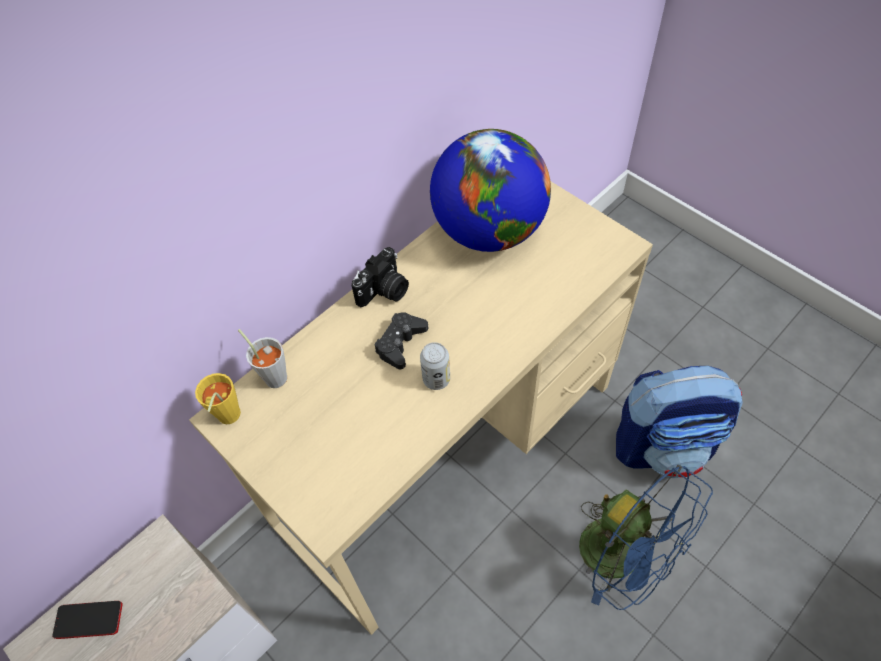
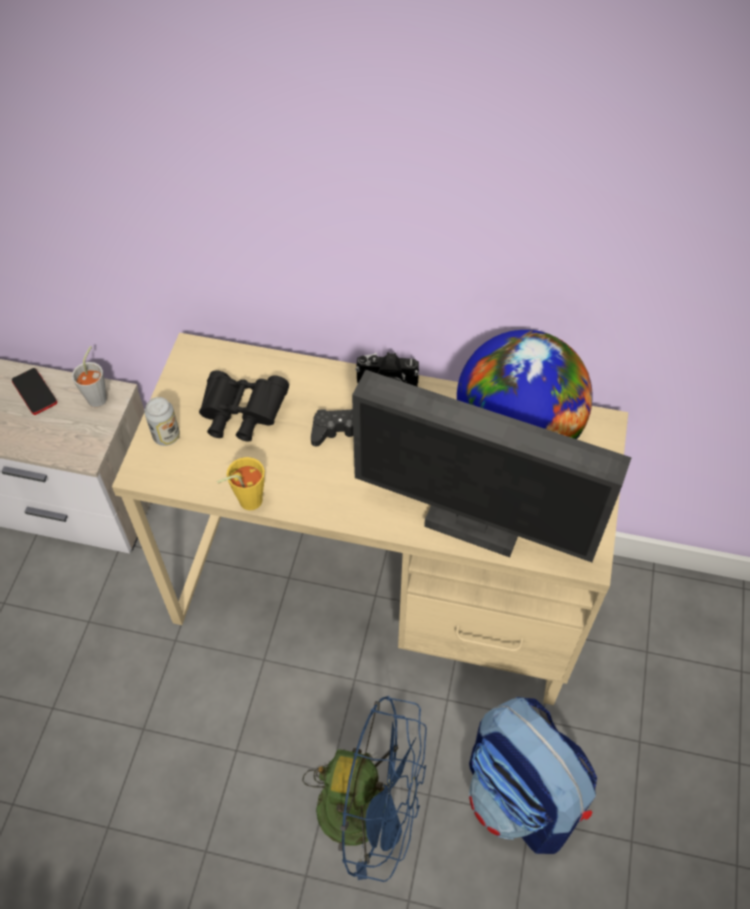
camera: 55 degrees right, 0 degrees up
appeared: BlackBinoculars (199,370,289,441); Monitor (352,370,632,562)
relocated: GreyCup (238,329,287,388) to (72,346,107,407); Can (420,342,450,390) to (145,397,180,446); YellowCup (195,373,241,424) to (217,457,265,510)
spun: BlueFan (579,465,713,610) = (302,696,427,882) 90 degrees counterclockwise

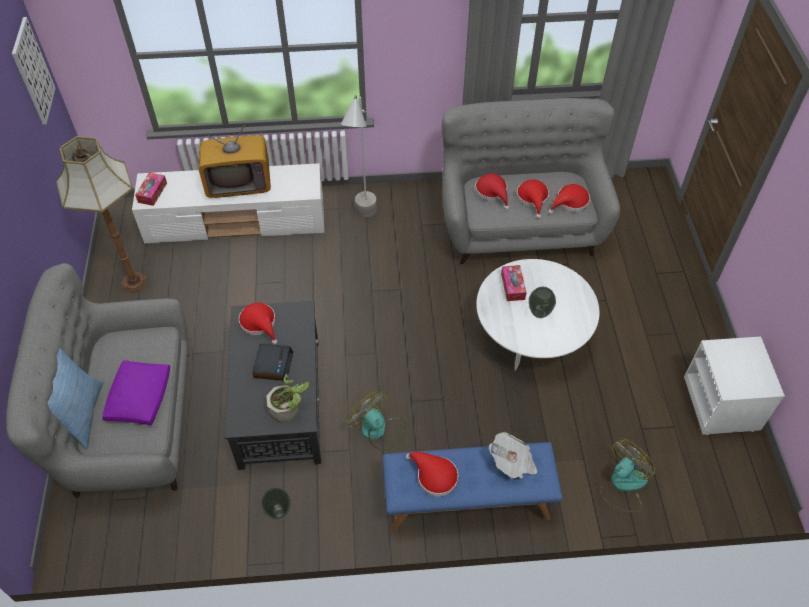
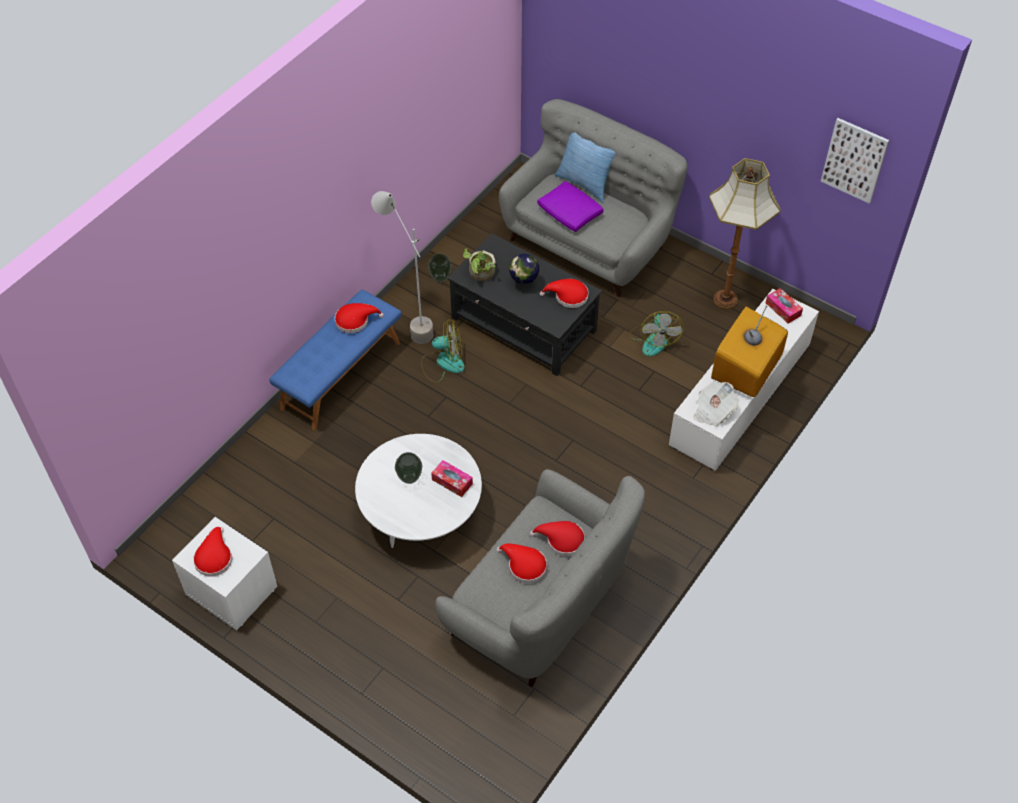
camera: 130 degrees right, 0 degrees up
relocated: RedHat (548,184,590,214) to (193,527,232,577); GreyFloorLamp (341,95,377,217) to (371,191,434,344); Fan (600,438,655,512) to (629,311,684,356); Newspaper (489,432,537,479) to (693,381,738,427)
exchanged: AlarmClock (252,343,293,381) to Globe (509,254,539,289)

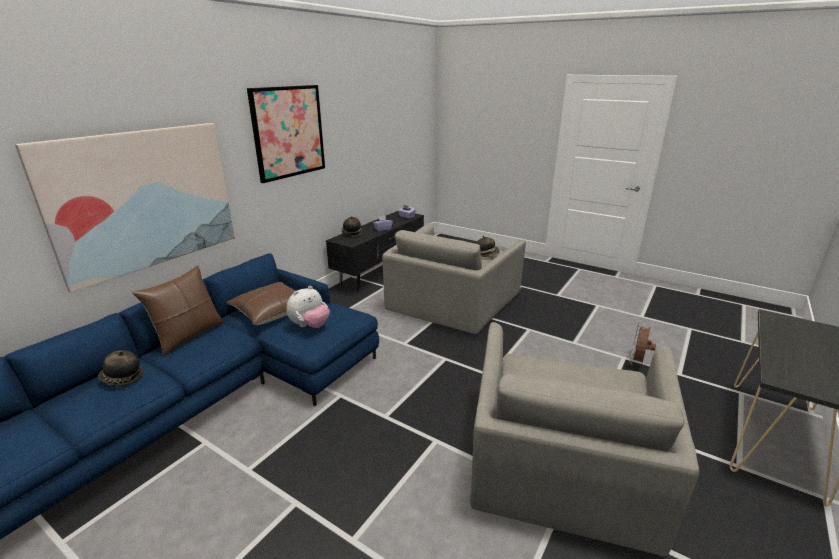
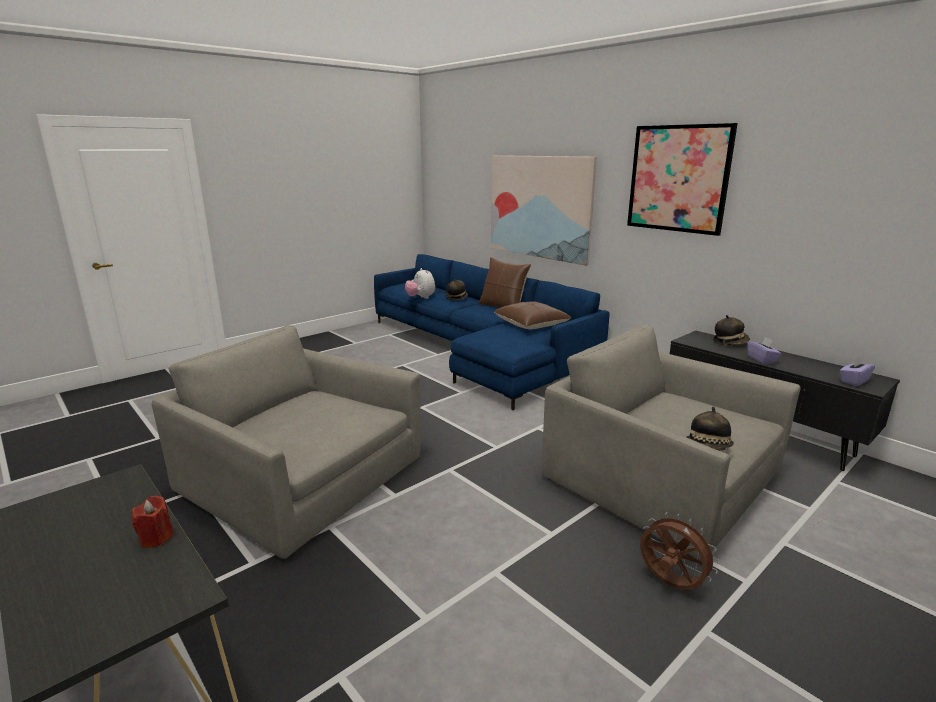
camera: 105 degrees right, 5 degrees down
appeared: RedCandle (132,496,173,548)
relocated: PlushToy (286,286,330,328) to (405,268,435,299); BrownFan (630,322,656,364) to (640,512,720,590)

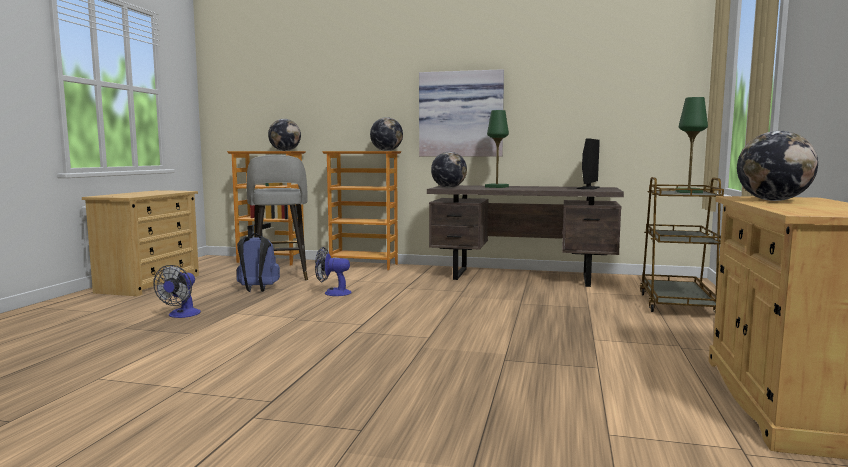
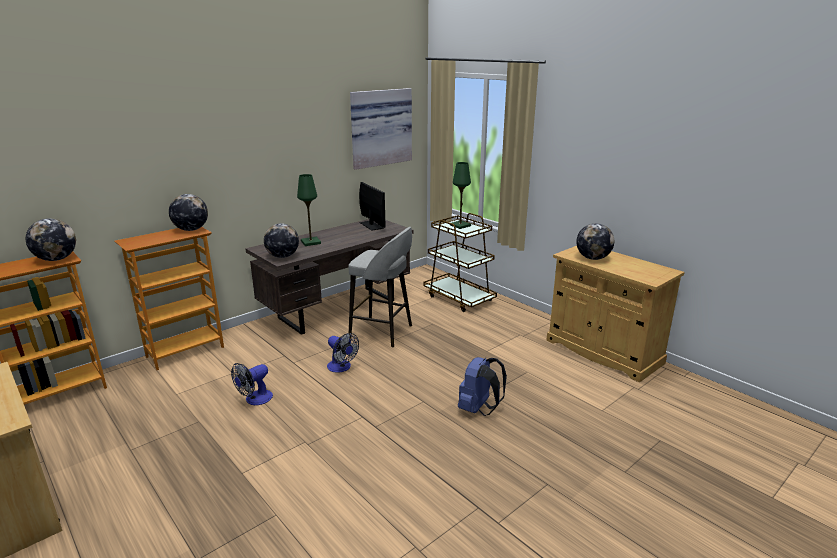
camera: 55 degrees left, 15 degrees up
relocated: Fan (153,265,201,318) to (327,333,359,373); GreyStool (247,155,308,281) to (349,227,412,348); Picture (419,69,504,156) to (350,88,412,170); BlueBackpack (237,233,280,292) to (458,357,507,416)

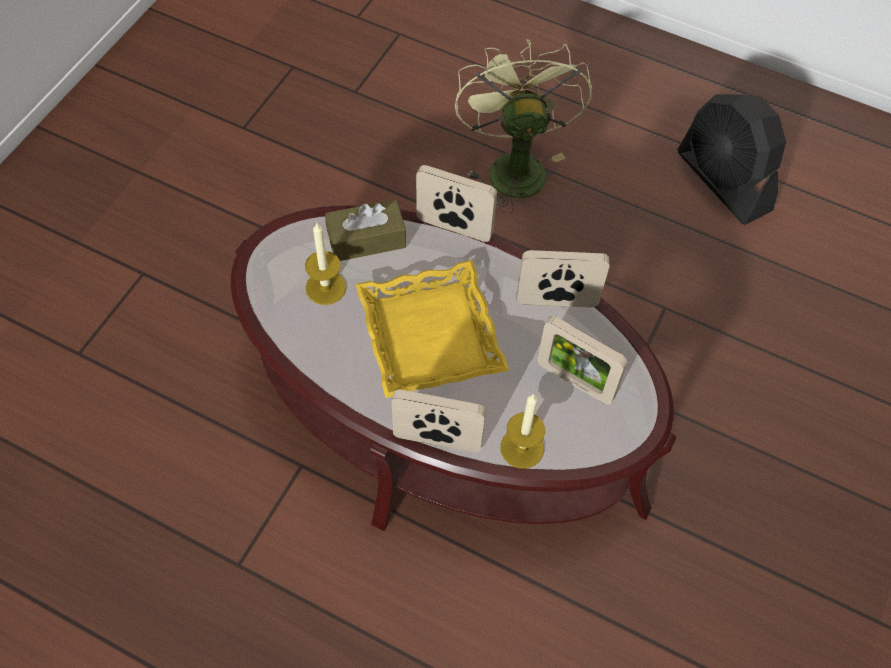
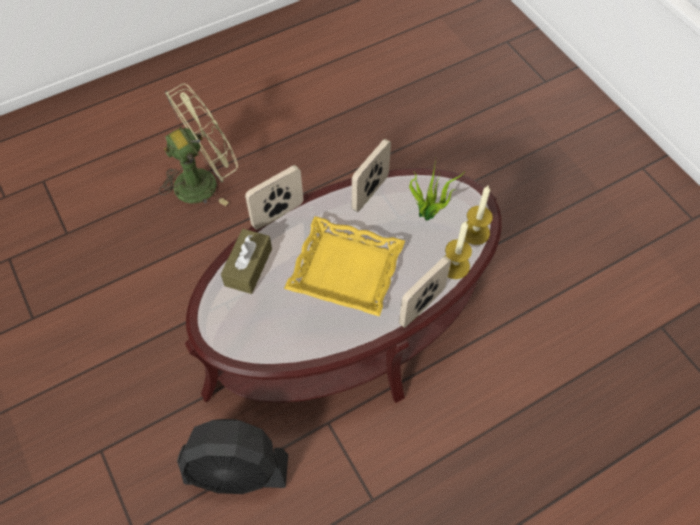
camera: 55 degrees left, 0 degrees up
relocated: BlackFan (677,94,786,225) to (177,419,288,494); Candle (305,223,346,305) to (465,186,493,245)
exchanged: PictureFrame (537,316,628,405) to PottedPlant (409,159,466,221)
spun: GreenFan (455,38,592,213) = (159,83,238,206) 120 degrees clockwise

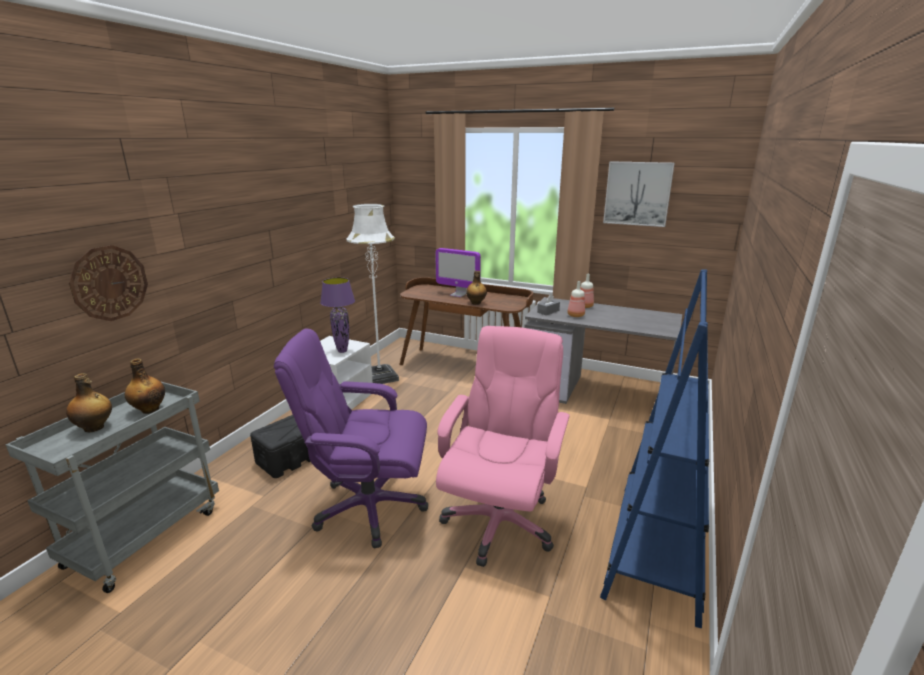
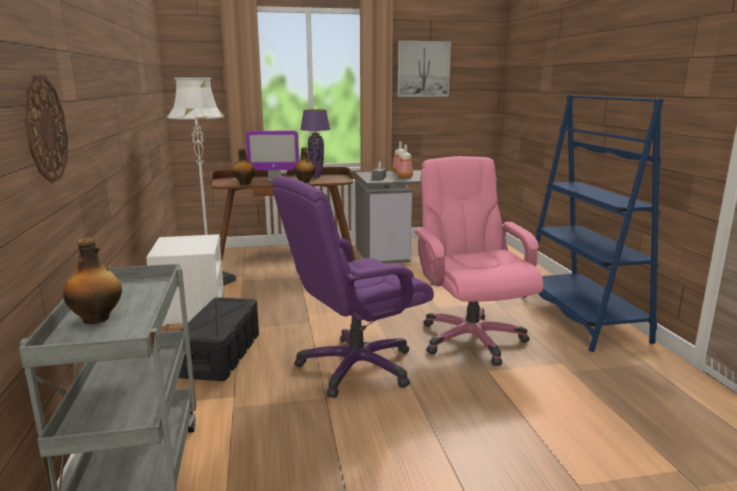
camera: 35 degrees left, 5 degrees down
relocated: Bottle (125,359,165,414) to (233,148,255,185); PurpleTableLamp (320,277,355,353) to (300,109,331,178)

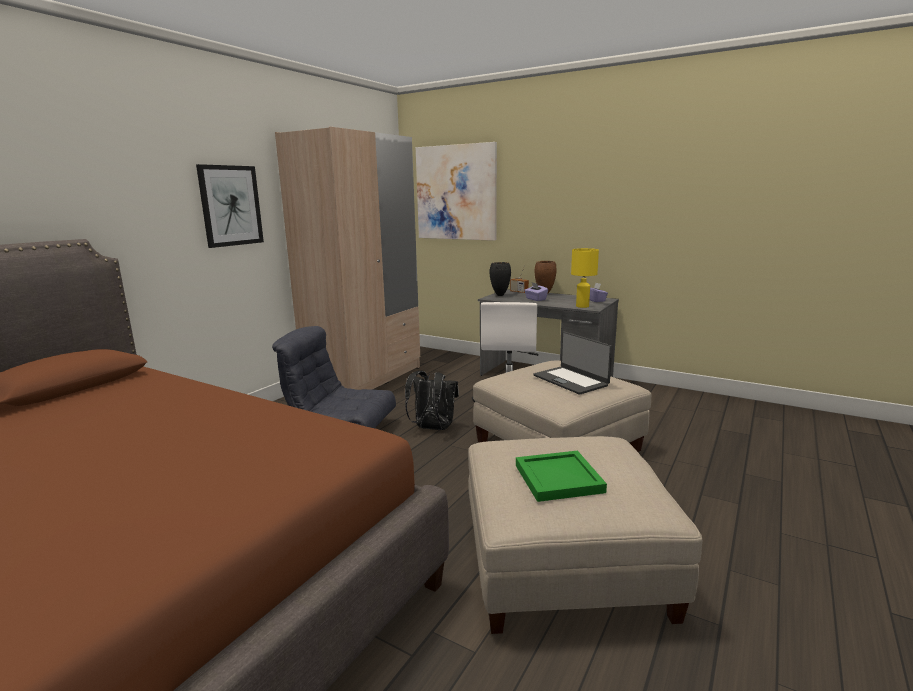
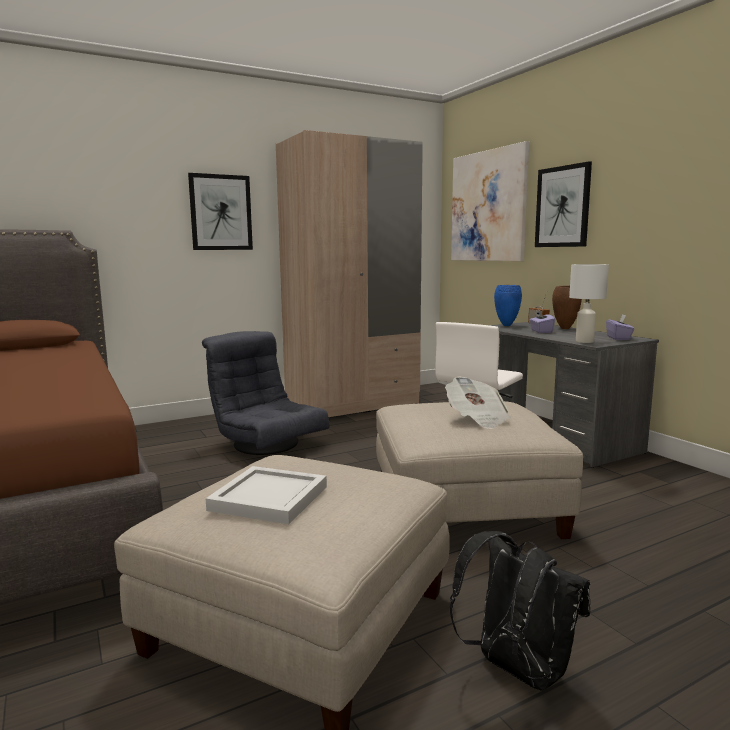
camera: 30 degrees right, 5 degrees down
appeared: Picture (535,161,592,247)
relocated: BlackBackpack (405,371,459,430) to (450,531,590,691)
exchanged: Laptop (533,331,612,395) to Newspaper (445,376,511,429)
colour: GreenTray (516,450,607,502) to WhiteTray (206,466,327,524); BlackVase (489,262,511,296) to BlueVase (494,285,522,326); YellowTableLamp (571,248,599,308) to WhiteTableLamp (569,264,609,343)

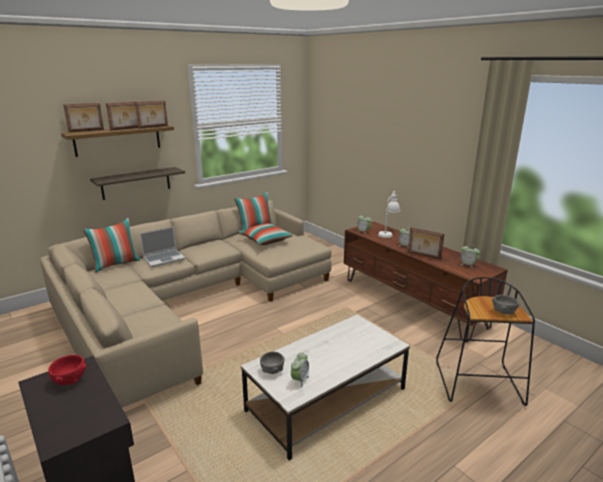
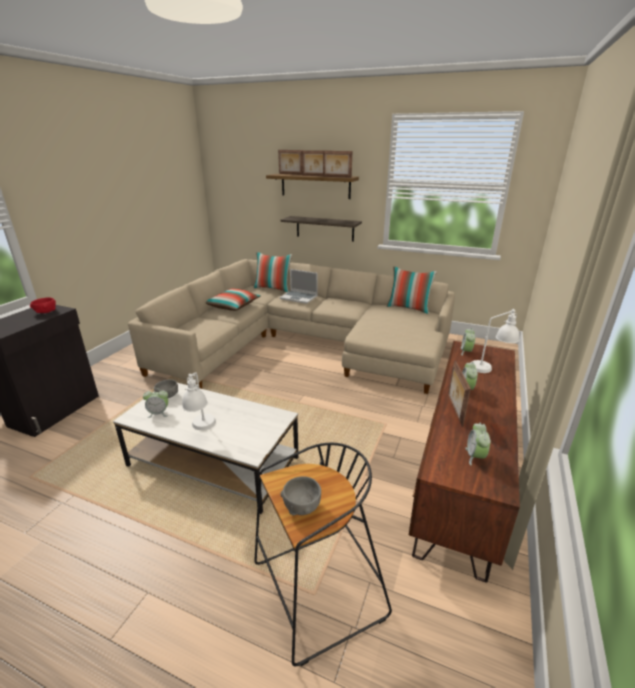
camera: 60 degrees right, 5 degrees up
appeared: WhiteTableLamp (182,372,216,430)
relocated: Pillow (239,223,293,245) to (206,289,261,311)

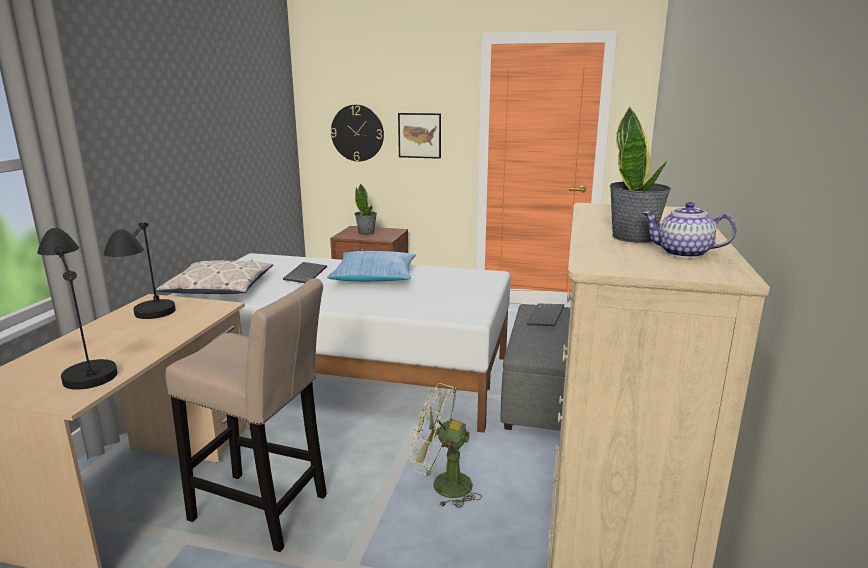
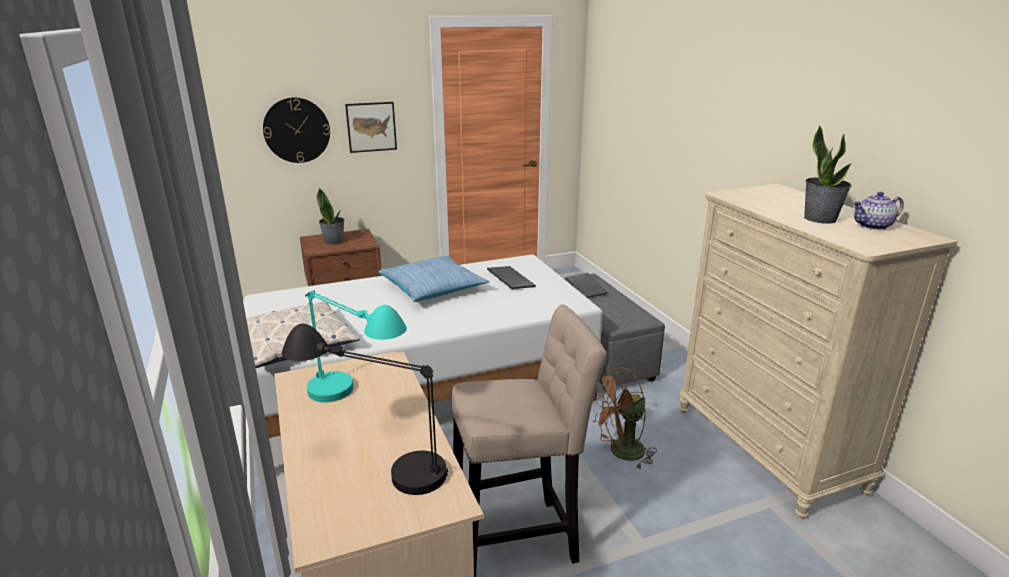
camera: 35 degrees left, 5 degrees up
relocated: Keyboard (283,262,327,283) to (487,266,536,289)
colour: BlackTableLamp (104,222,176,319) to TurquoiseTableLamp (305,290,407,402); GreenFan (410,383,482,508) to BrownFan (592,367,657,470)

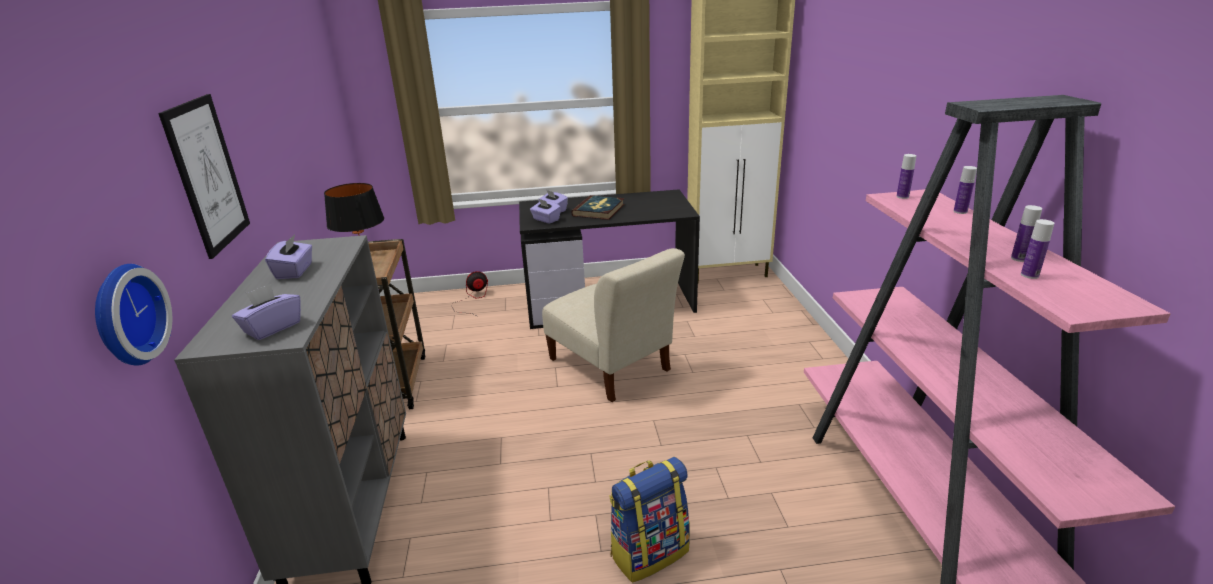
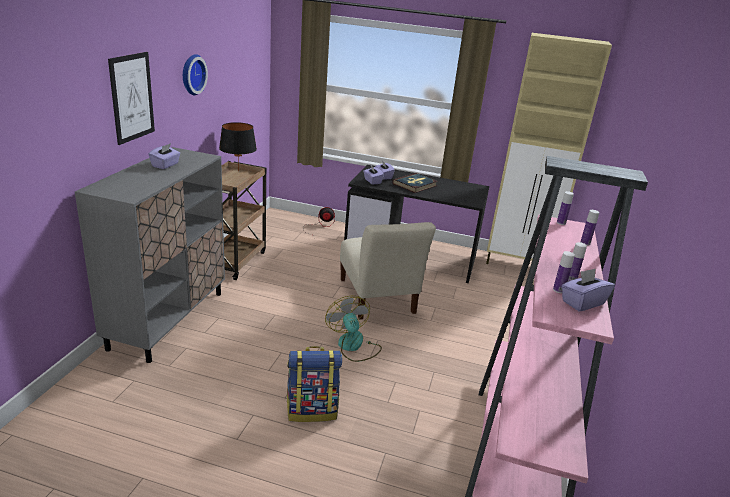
camera: 20 degrees right, 0 degrees up
appeared: Fan (325,296,382,362)
relocated: WallClock (95,264,172,366) to (183,54,208,95); PurpleTissueBox (232,284,301,340) to (561,268,615,311)

